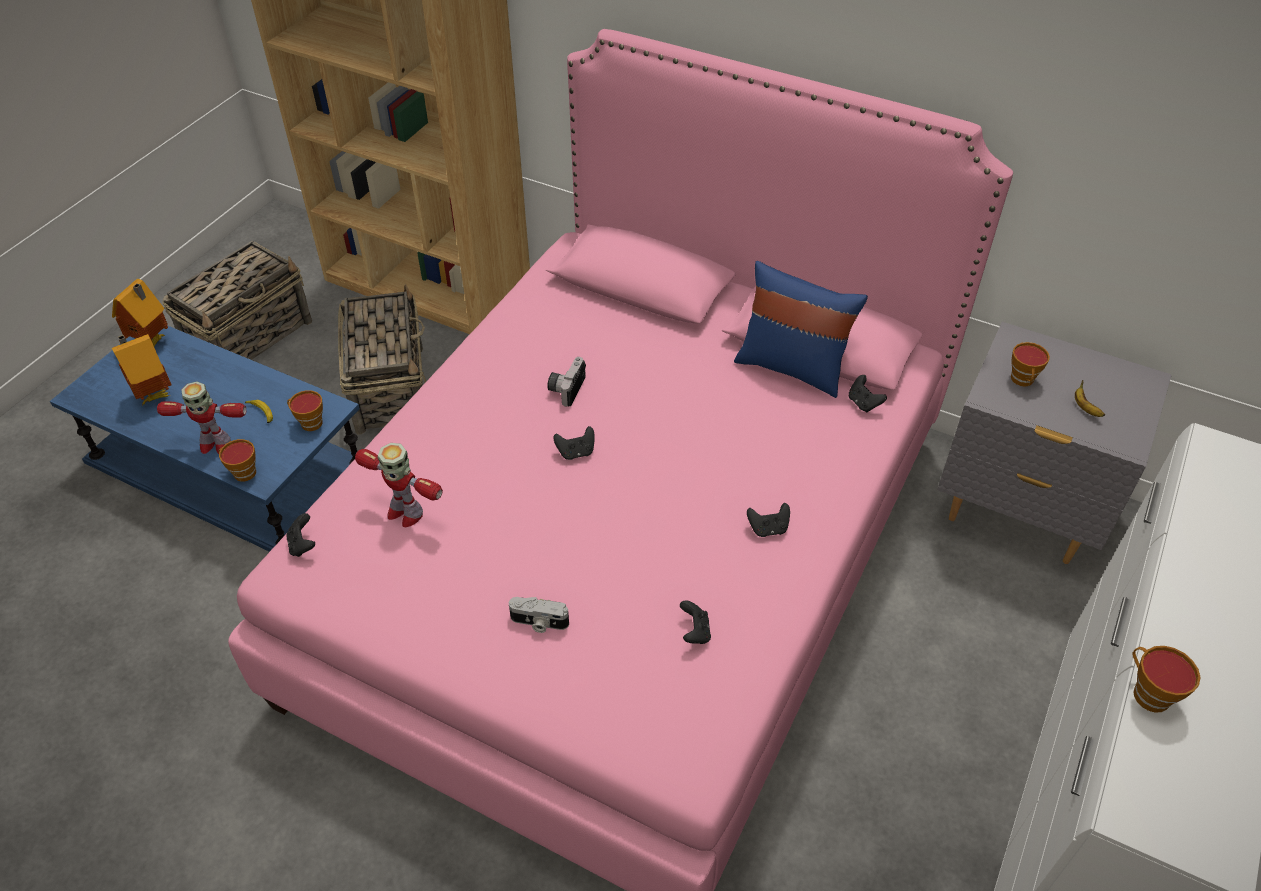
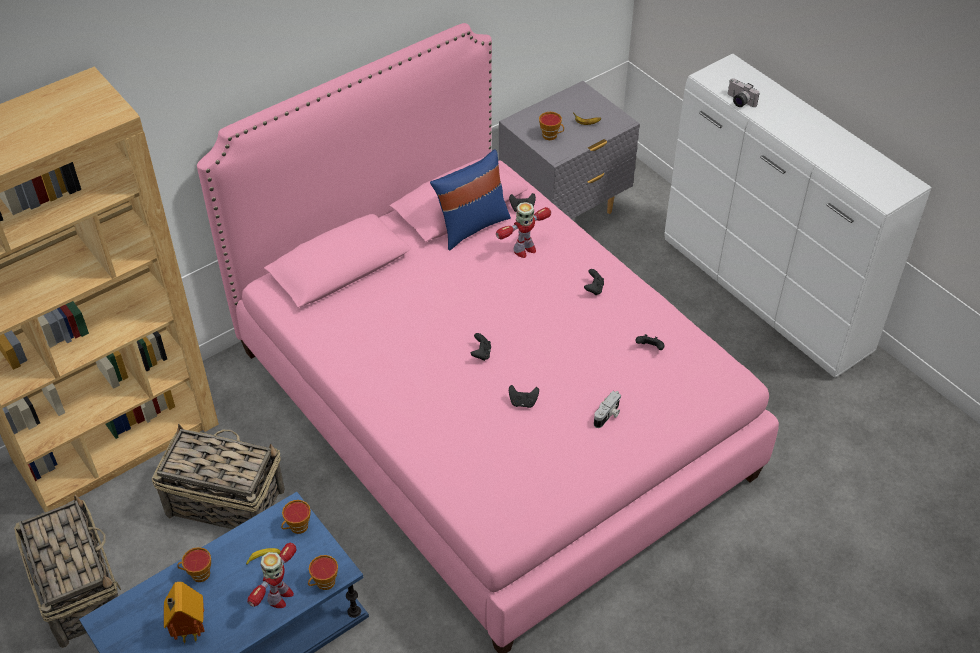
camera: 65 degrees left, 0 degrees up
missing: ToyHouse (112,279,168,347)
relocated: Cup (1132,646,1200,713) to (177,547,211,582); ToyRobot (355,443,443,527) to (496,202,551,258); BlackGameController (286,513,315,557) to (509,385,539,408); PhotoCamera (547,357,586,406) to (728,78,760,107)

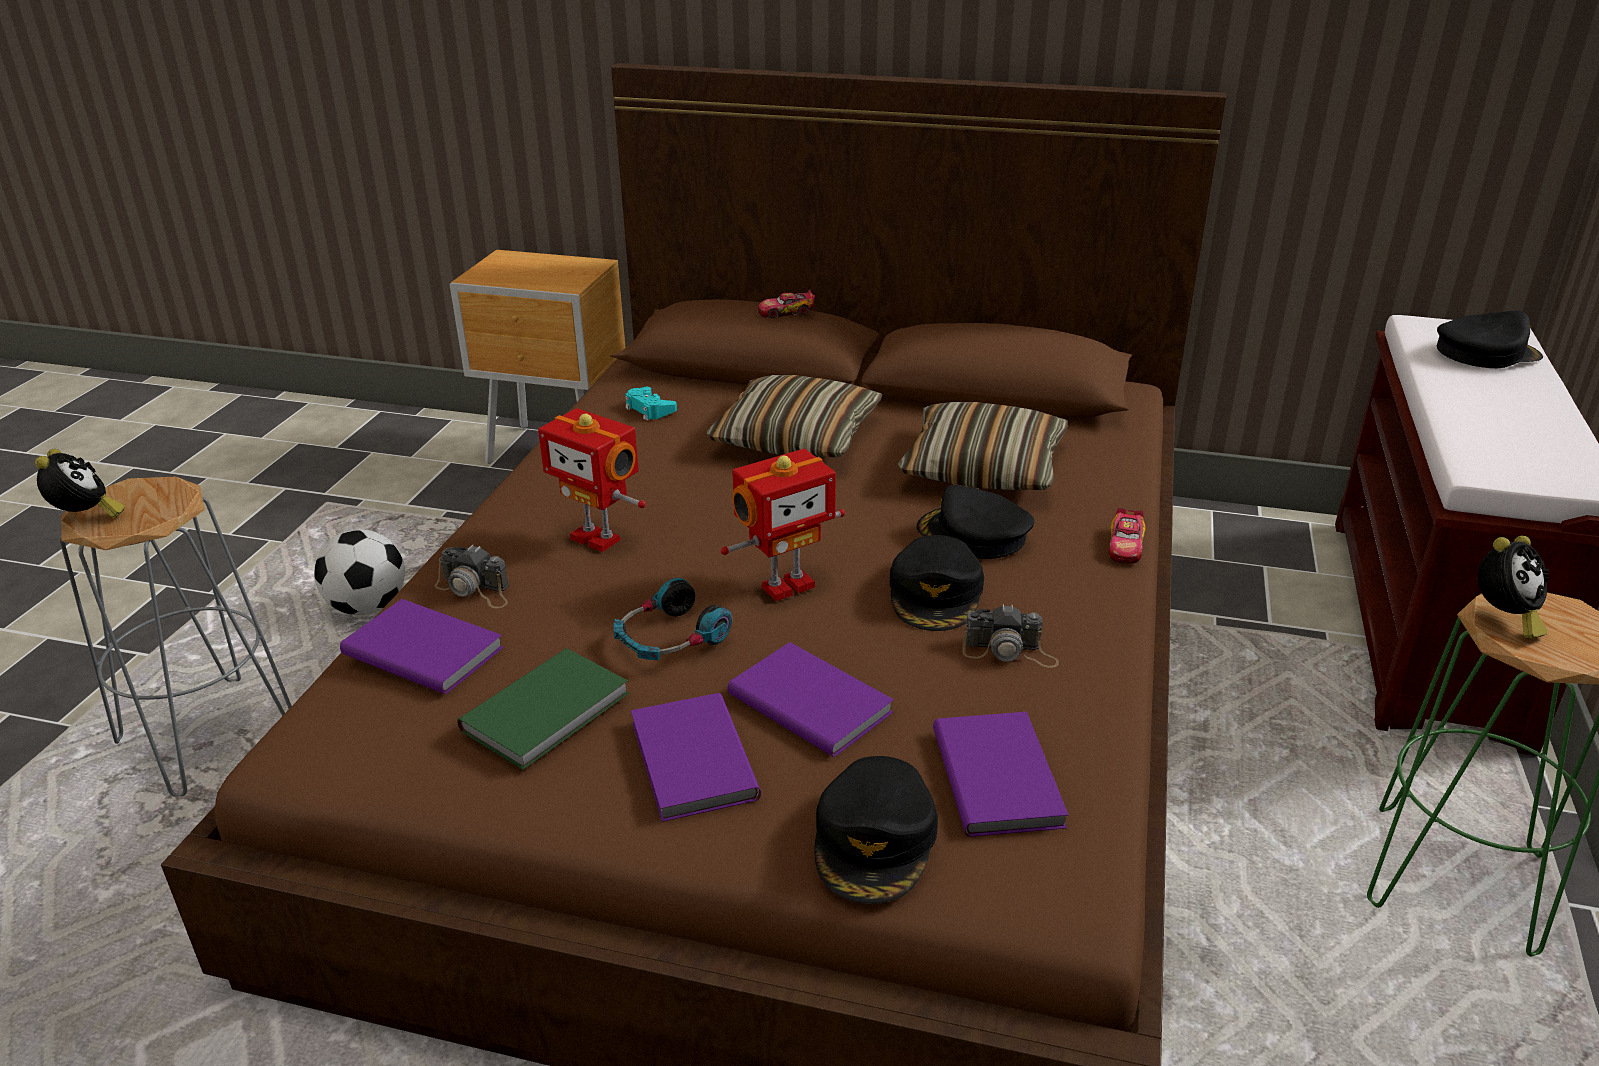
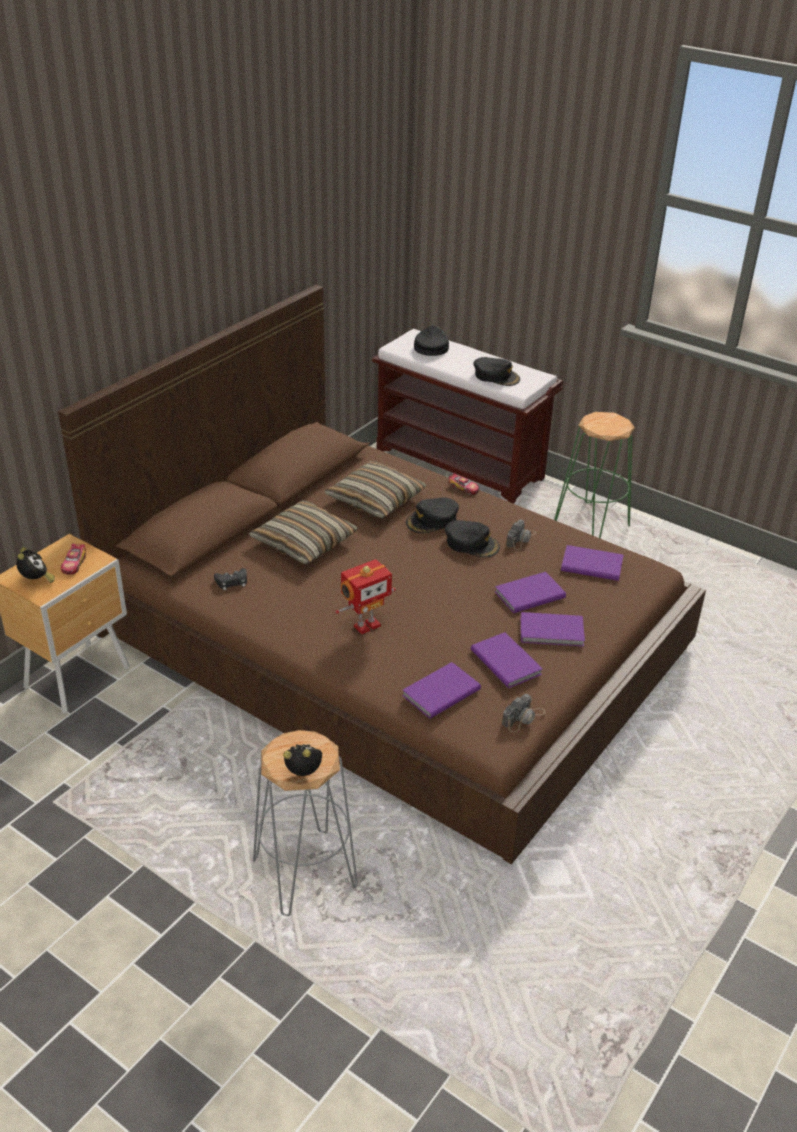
camera: 70 degrees left, 5 degrees up
missing: Football (314,529,405,615); Headphones (614,578,732,660); ToyRobot (721,449,845,601)
relocated: AlarmClock (1477,535,1549,639) to (17,547,55,583); ToyCar (758,289,815,318) to (61,544,86,575); BlackCap (815,756,938,904) to (474,357,520,386); PhotoCamera (434,545,509,608) to (502,694,546,733)
colour: TurquoiseGameController (625,387,677,420) to BlackGameController (214,568,247,590); GreenBook (457,648,629,770) to PurpleBook (471,632,543,688)

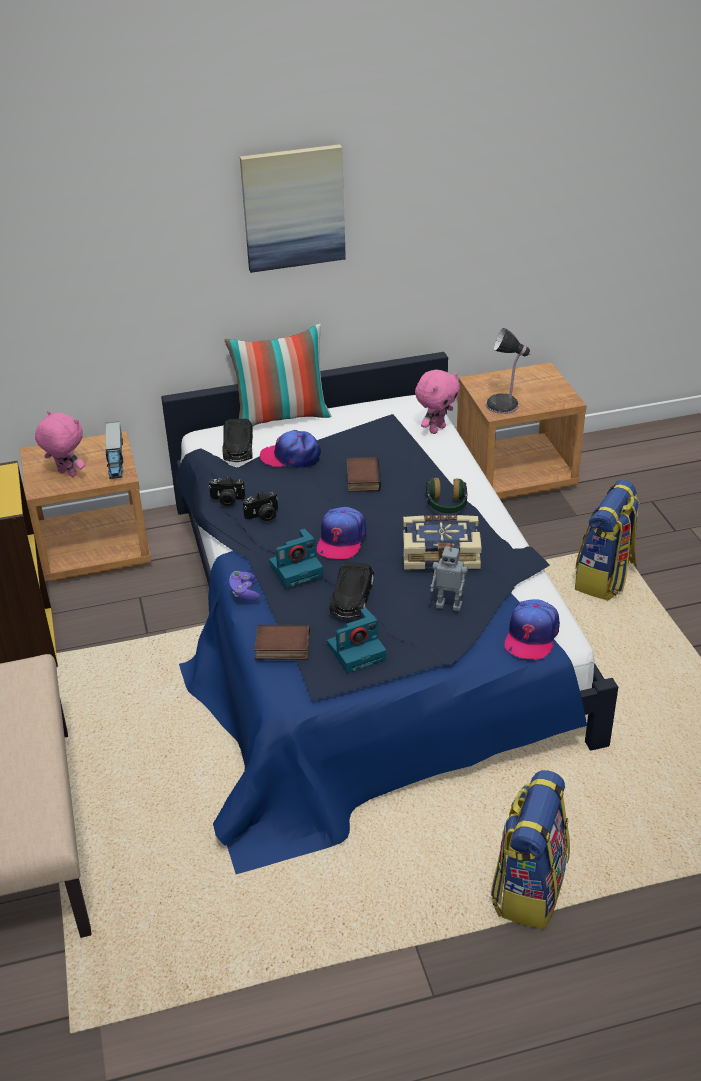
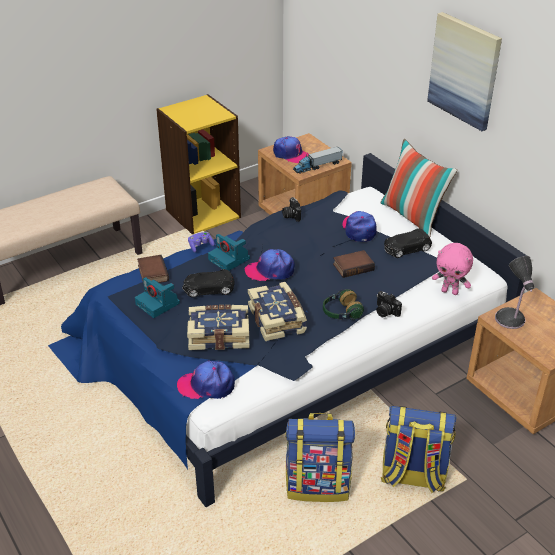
camera: 70 degrees right, 0 degrees up
relocated: Backpack (491,770,570,929) to (285,413,355,502); PhotoCamera (243,491,278,522) to (376,291,402,317); BlackToyCar (222,419,253,462) to (384,228,432,258)
exchanged: ToyRobot (430,543,468,611) to Book (187,305,250,350); PinkPlushToy (35,411,85,477) to Cap (273,136,309,163)

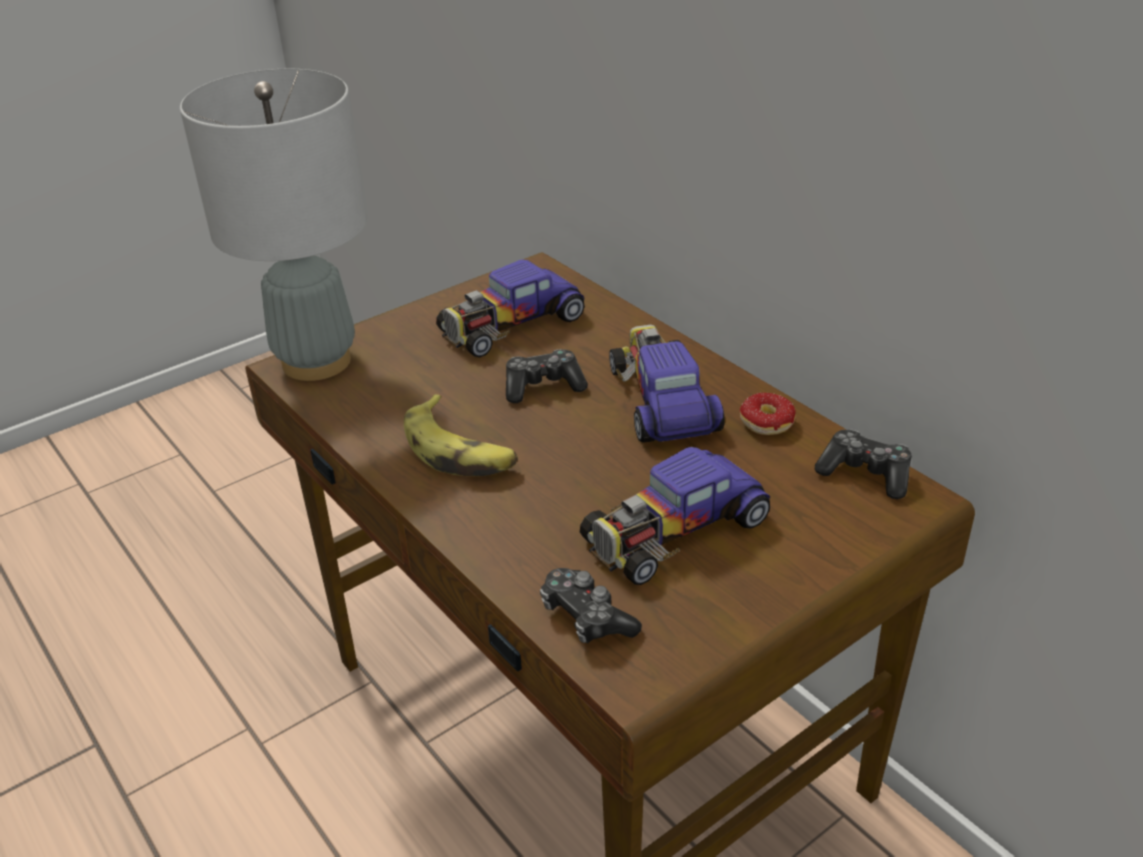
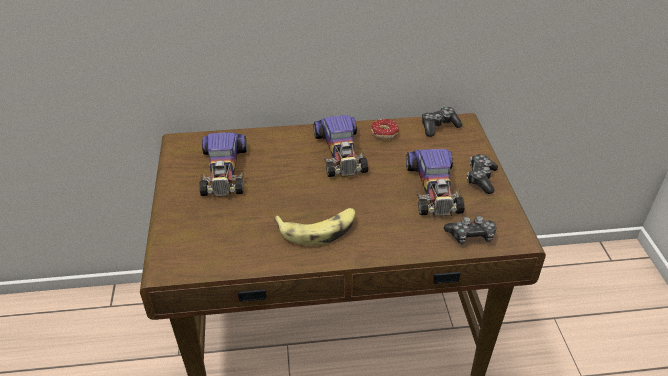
camera: 60 degrees left, 5 degrees up
missing: GreyTableLamp (180,69,367,381)
relocated: GameController (506,349,588,403) to (467,154,498,194)
spun: ToyCar (609,325,724,443) = (314,115,368,177) 120 degrees counterclockwise

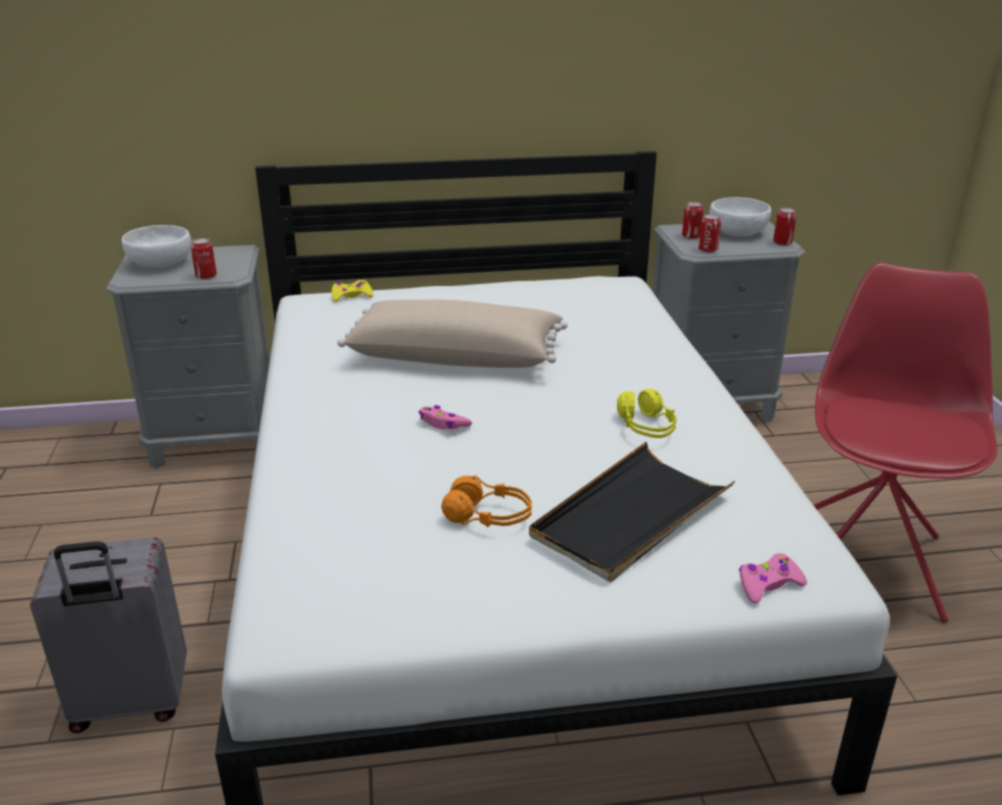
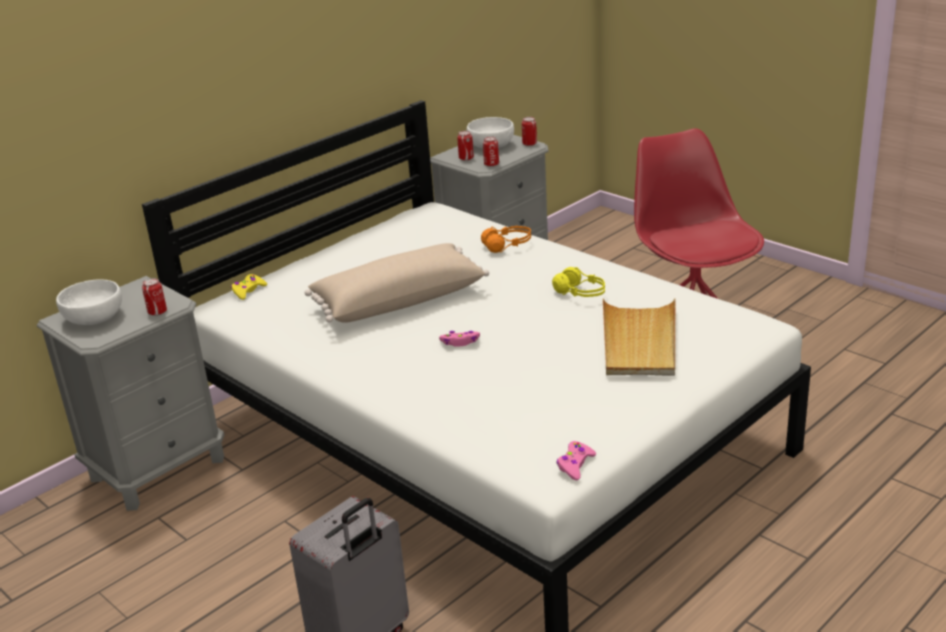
camera: 35 degrees left, 0 degrees up
relocated: OrangeHeadphones (441,475,532,528) to (481,226,531,253); PinkGameController (739,553,807,603) to (556,441,596,480)
colour: BlackTray (529,442,735,582) to BeigeTray (603,298,675,376)

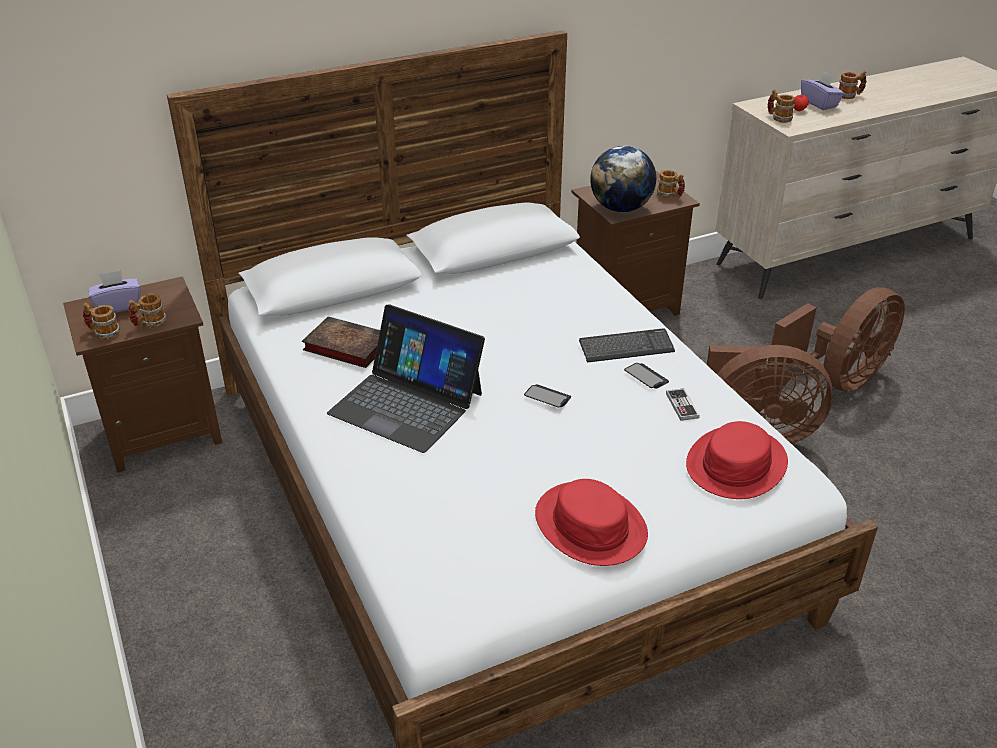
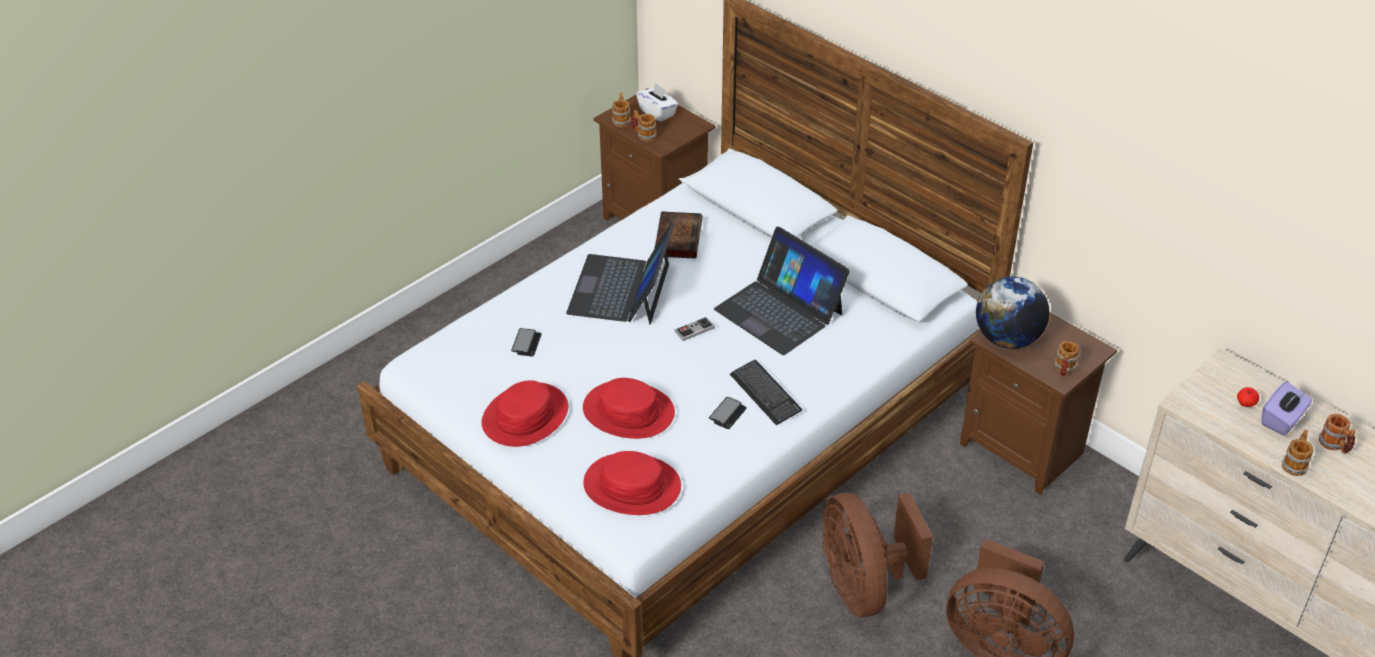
camera: 70 degrees right, 5 degrees up
appeared: RedHat (583,378,675,439); Laptop (714,227,850,355)
relocated: Phone (524,384,571,408) to (511,328,542,356); GameController (666,388,700,421) to (674,317,715,341); Mug (767,90,795,123) to (1282,430,1313,476)
colour: PurpleTissueBox (89,270,140,313) to WhiteTissueBox (636,83,678,122)

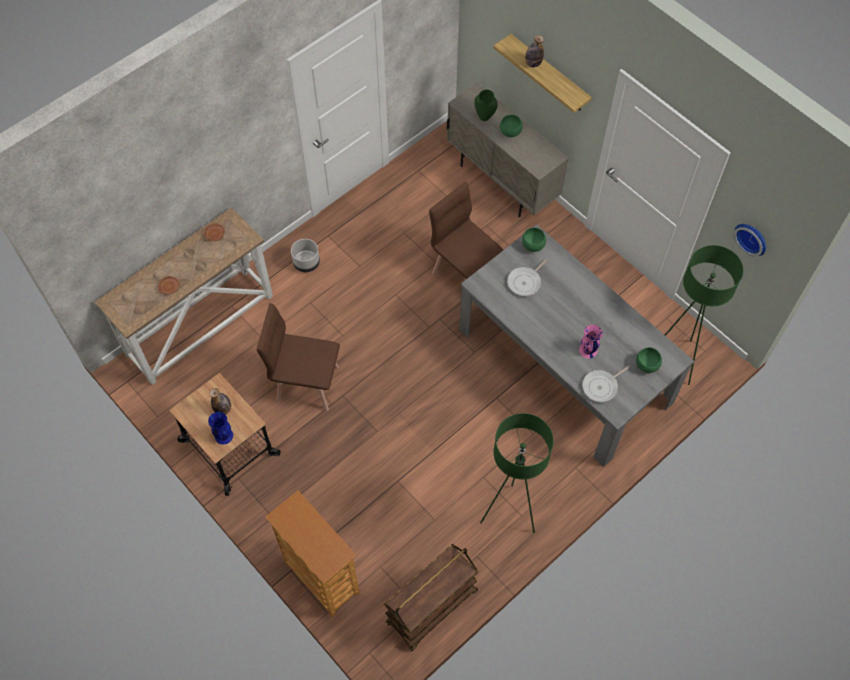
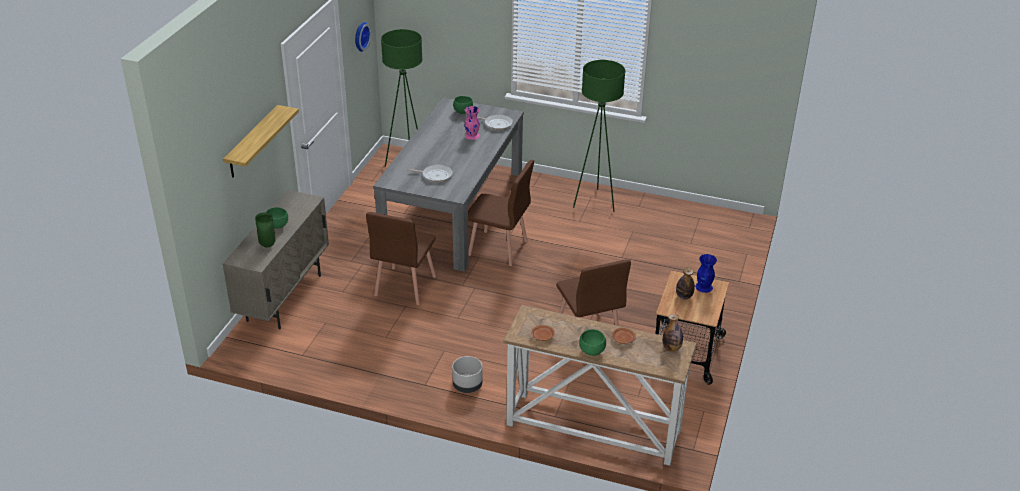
camera: 120 degrees left, 25 degrees down
missing: Bookcase (266,491,360,617); BrownCart (384,544,479,651)
appeared: BrownChair (468,160,534,266)
relocated: GreenBowl (522,227,546,252) to (579,329,606,356); Bottle (525,35,544,67) to (663,314,683,352)

